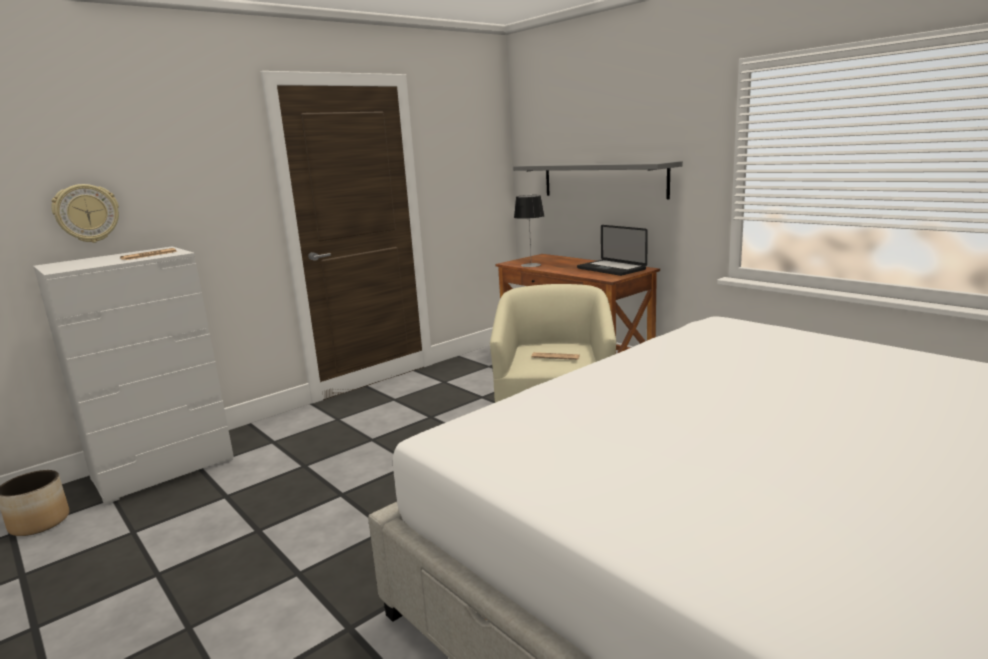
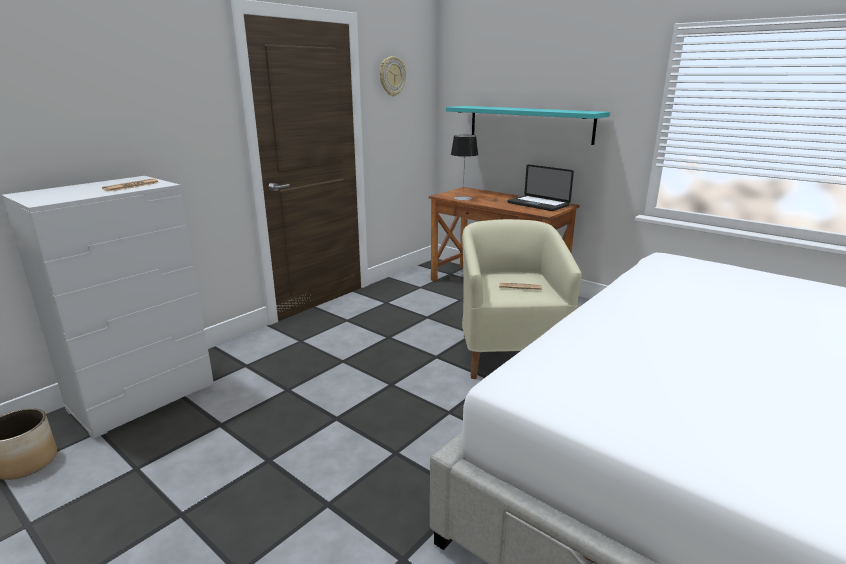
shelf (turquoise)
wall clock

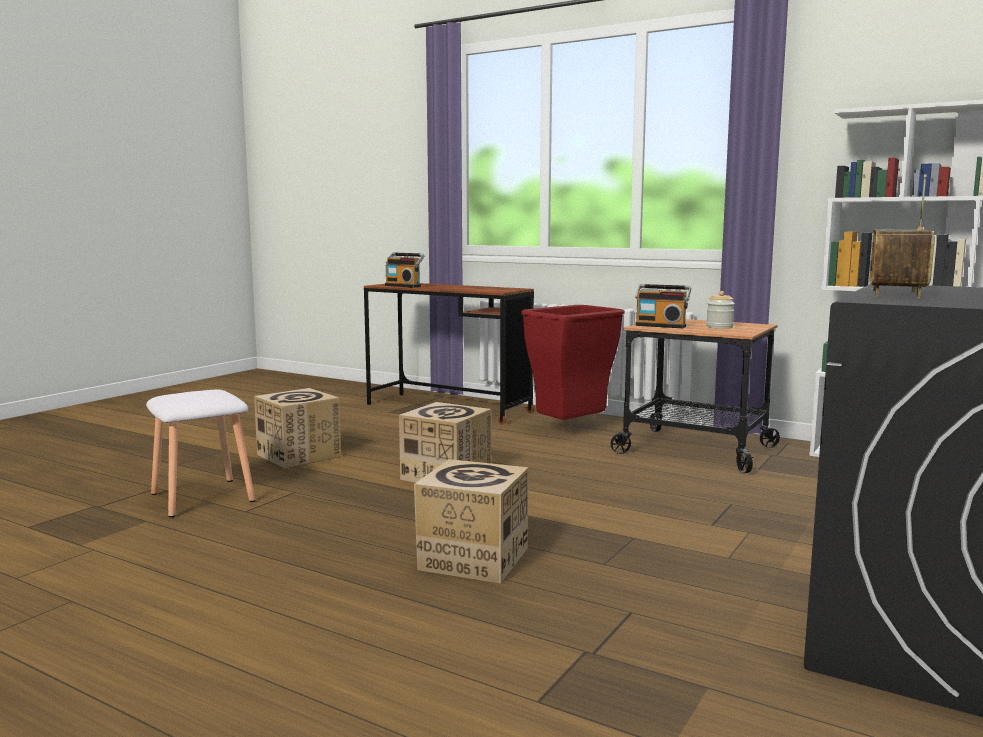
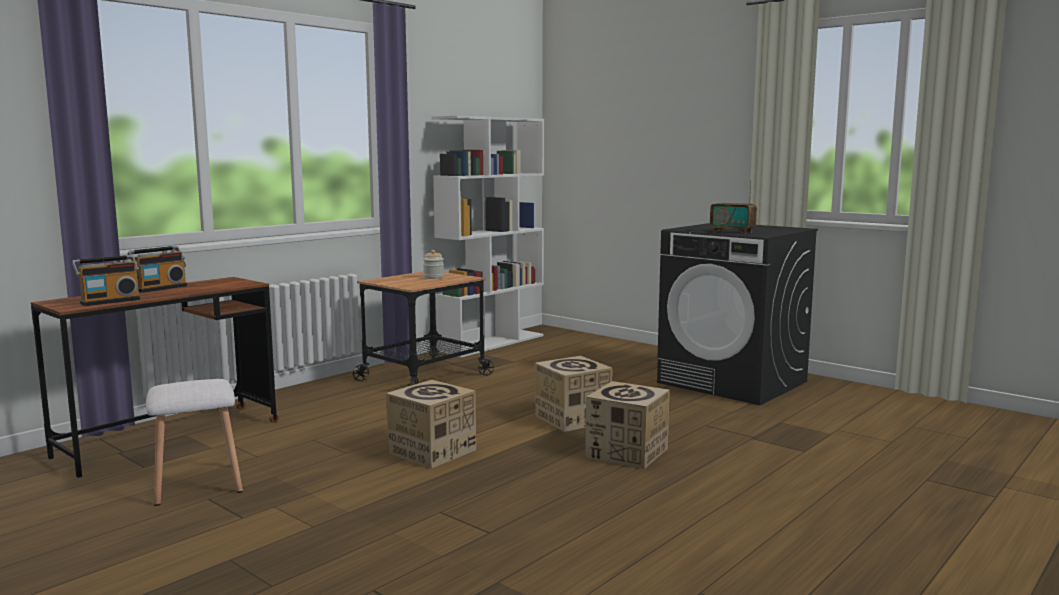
radio (2nd from left)
trash can (red)
cardboard box (2nd from left)
stool (white)

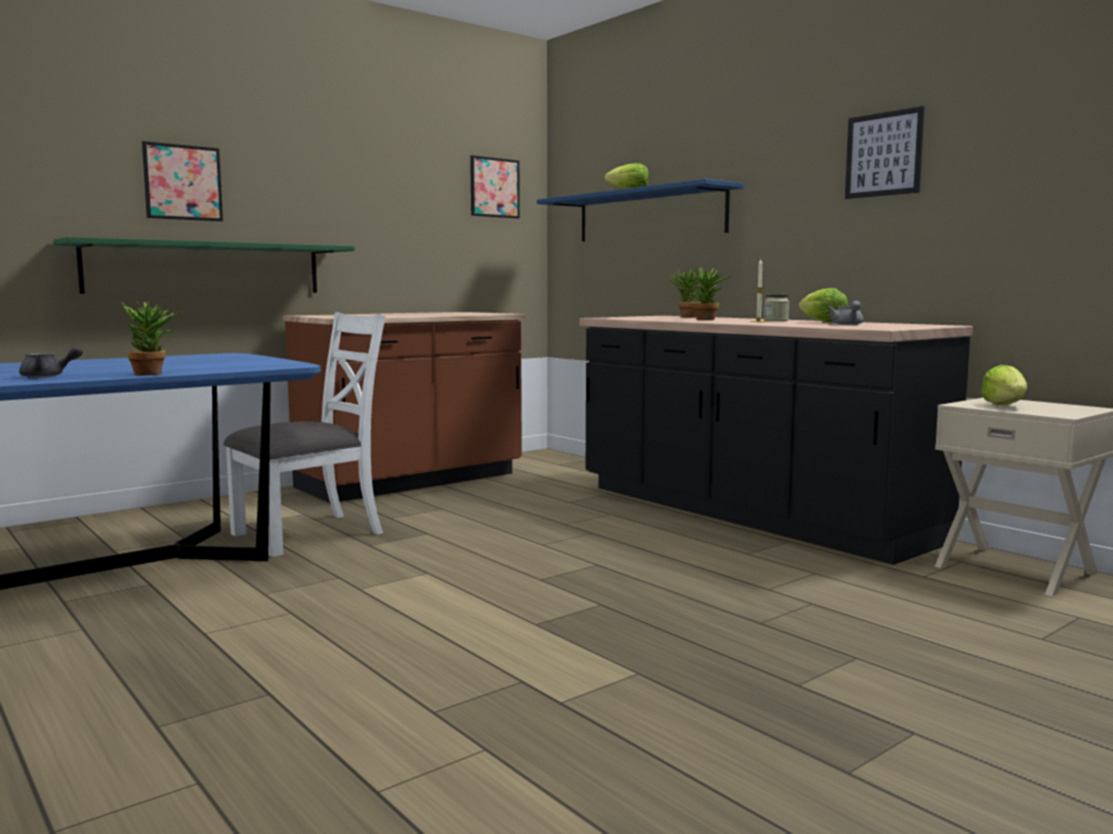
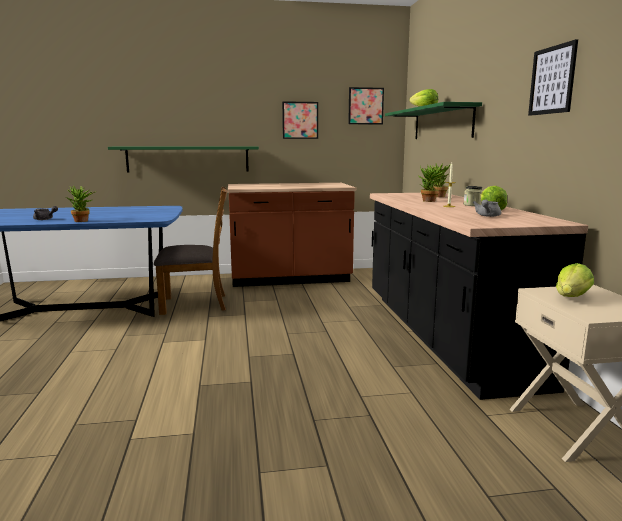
picture (1st from left)
shelf (green) (2nd from left)
chair (brown)

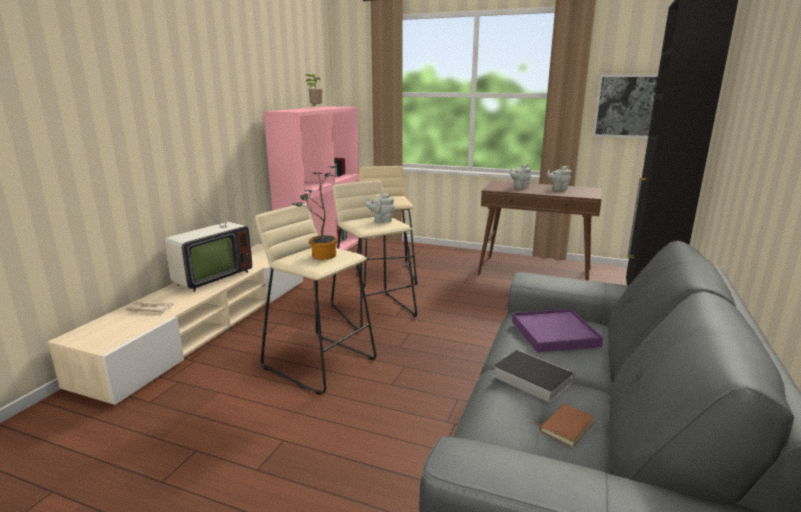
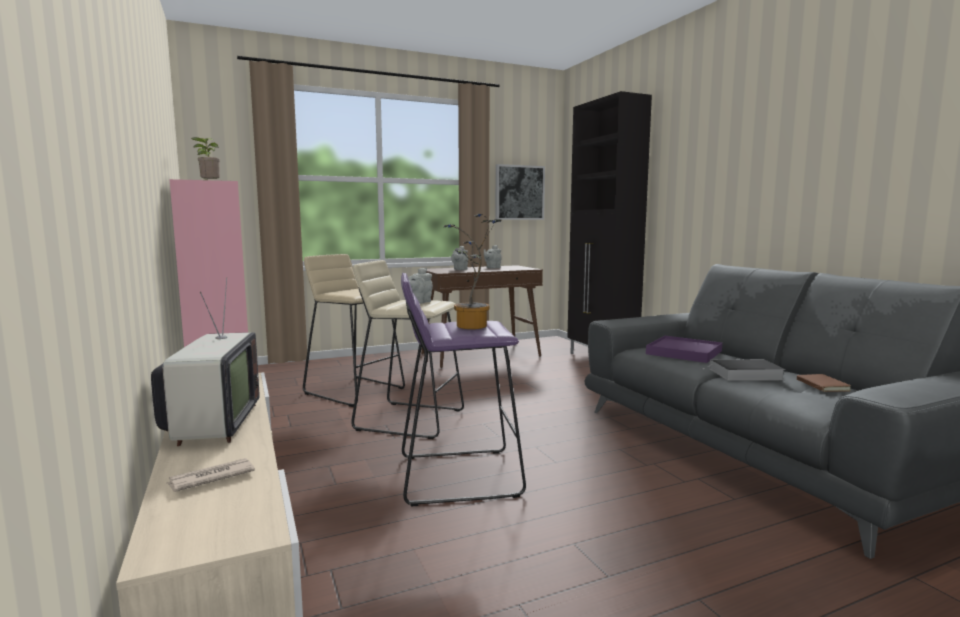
stool (purple)

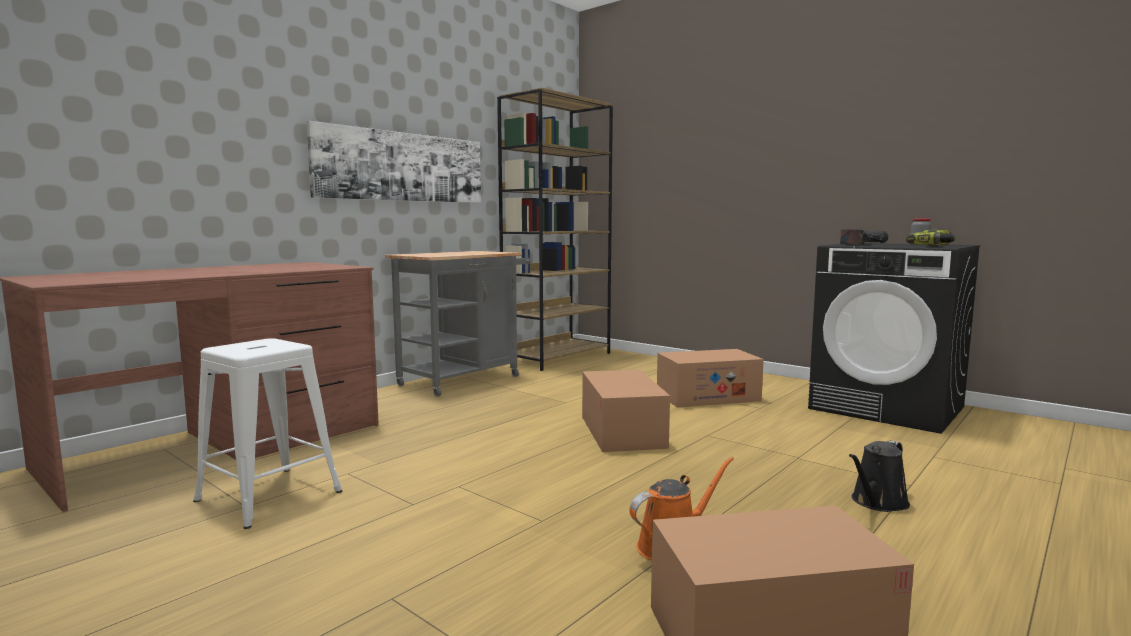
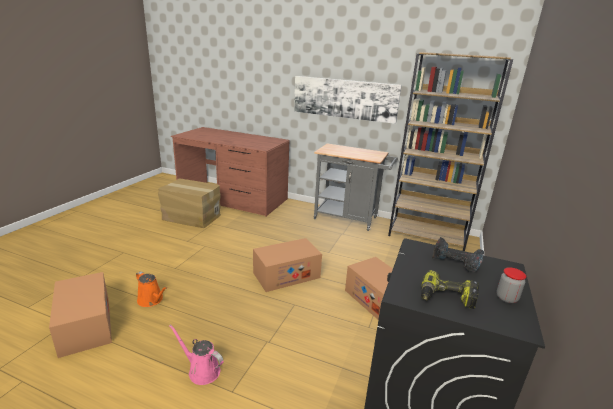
cardboard box (2nd from left)
watering can (pink)

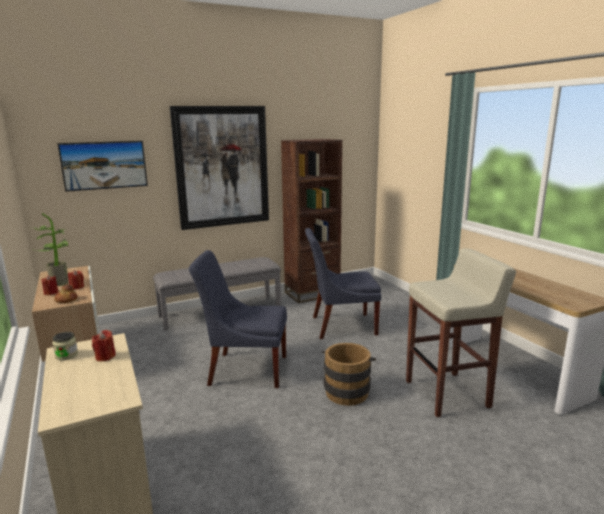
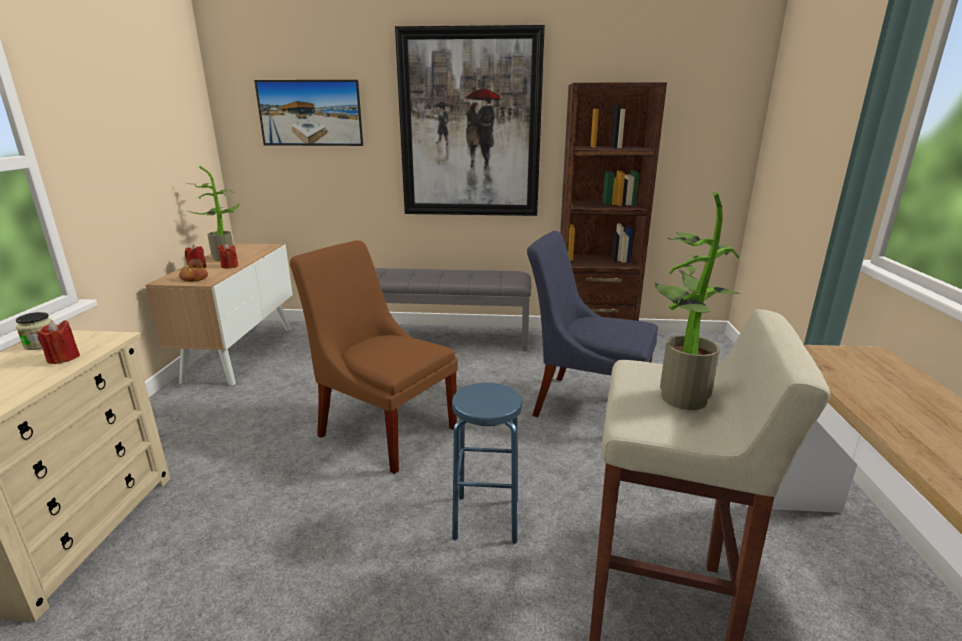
chair (brown)
stool (blue)
potted plant (2nd from left)

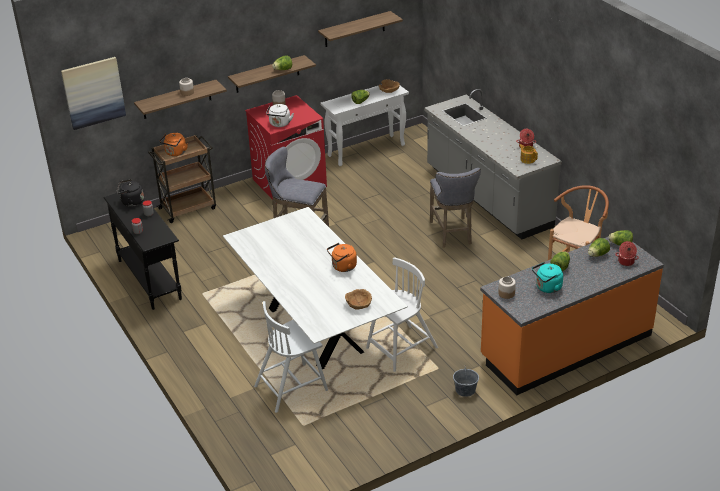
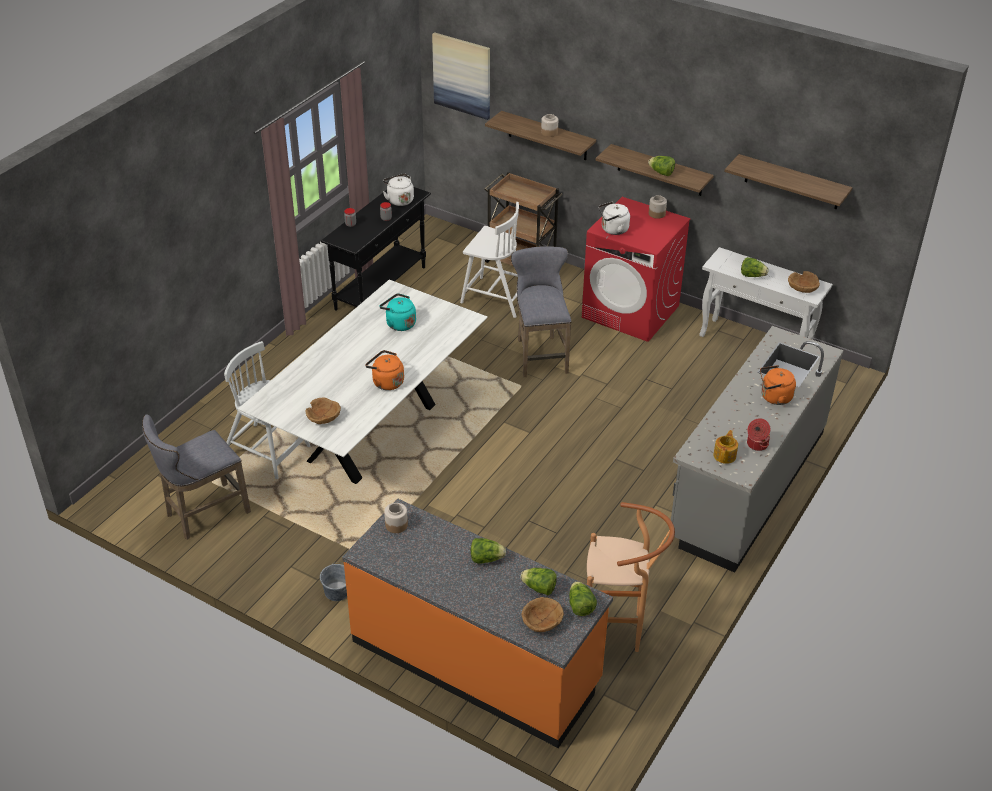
kettle (orange) (2nd from left)
stool (grey) (1st from left)
kettle (white) (1st from left)
bowl (brown) (2nd from left)
chair (white) (2nd from left)
kettle (turquoise)

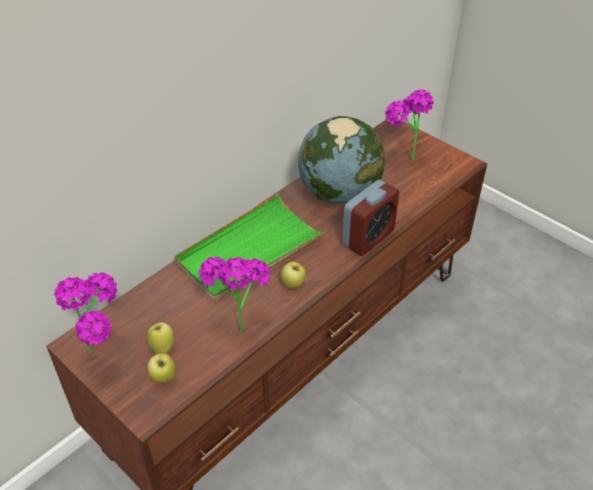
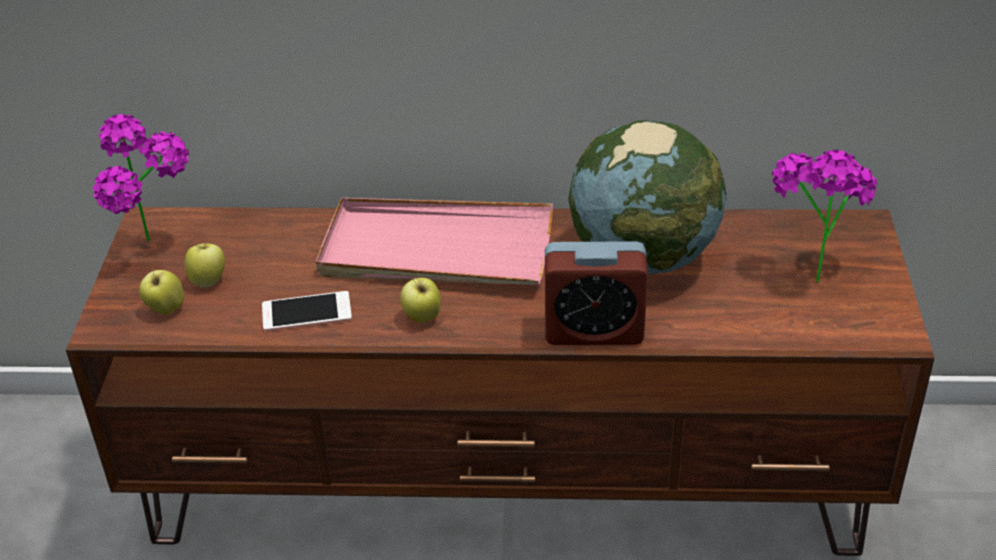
tray (pink)
phone

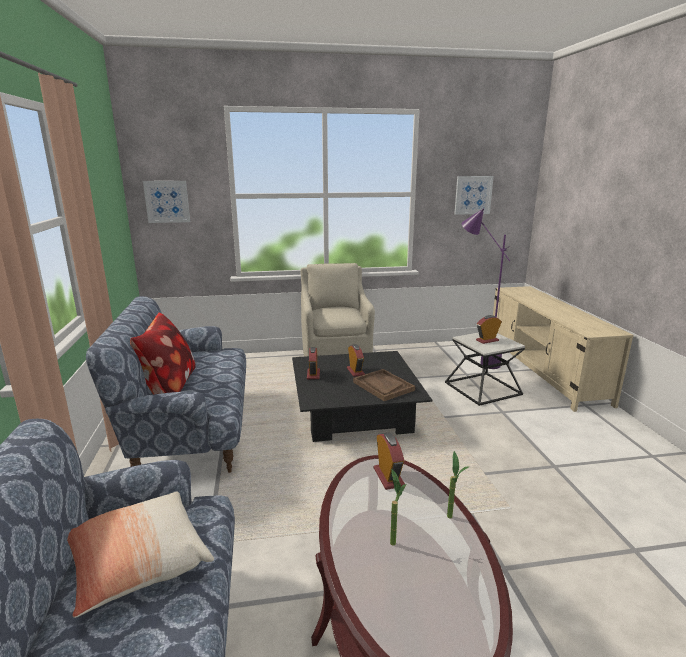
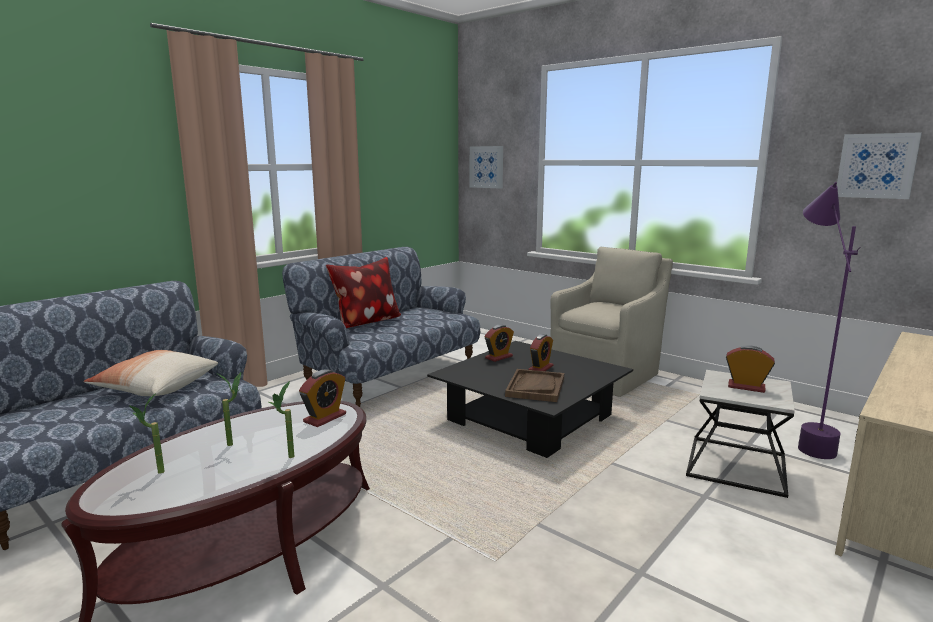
potted plant (1st from left)

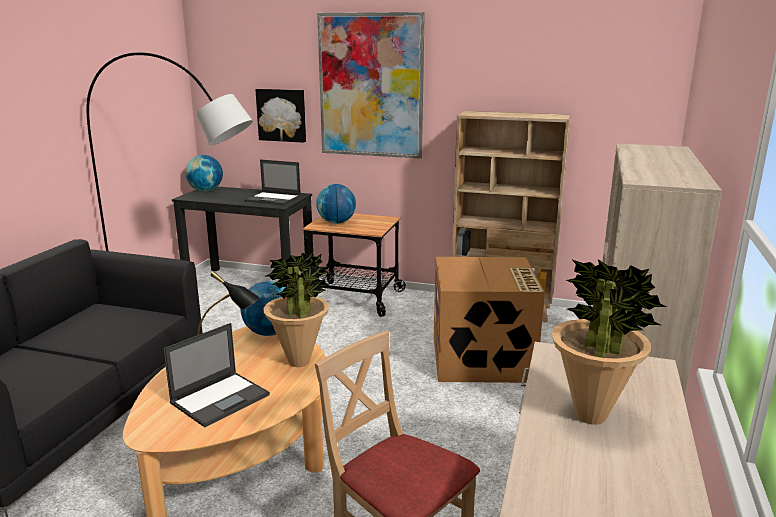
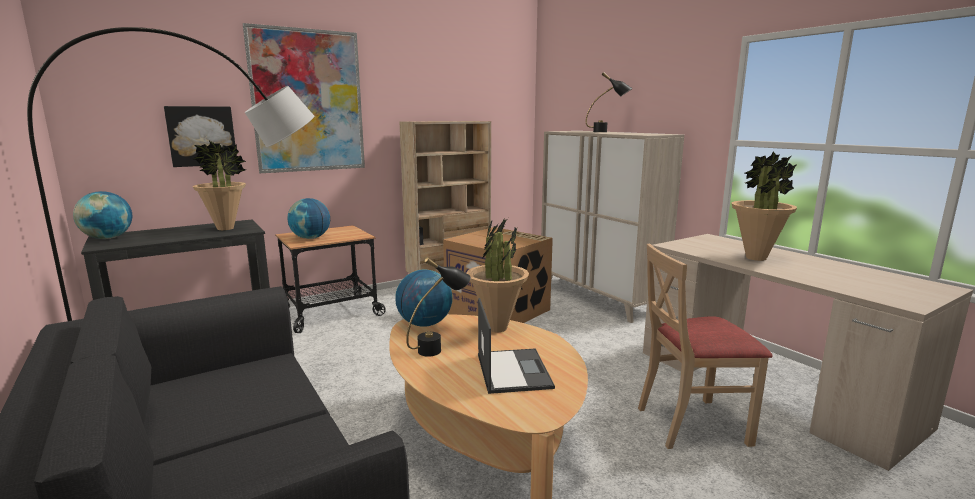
potted plant (1st from left)
table lamp (black) (2nd from left)

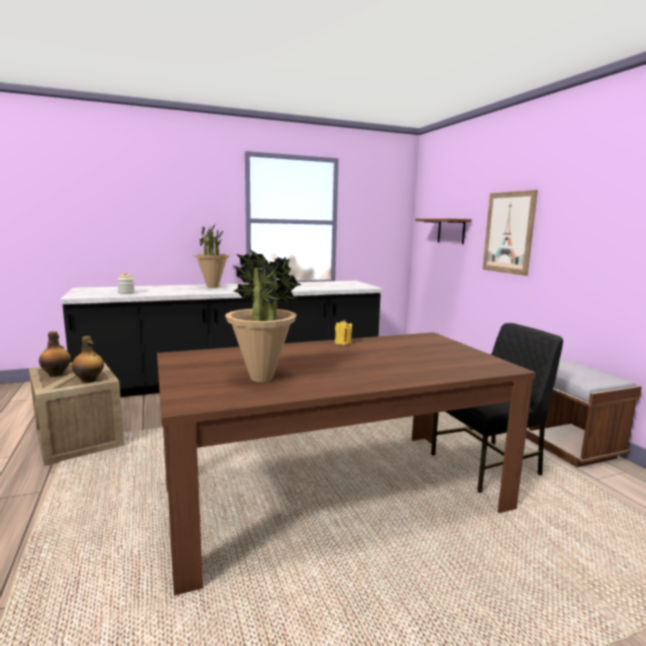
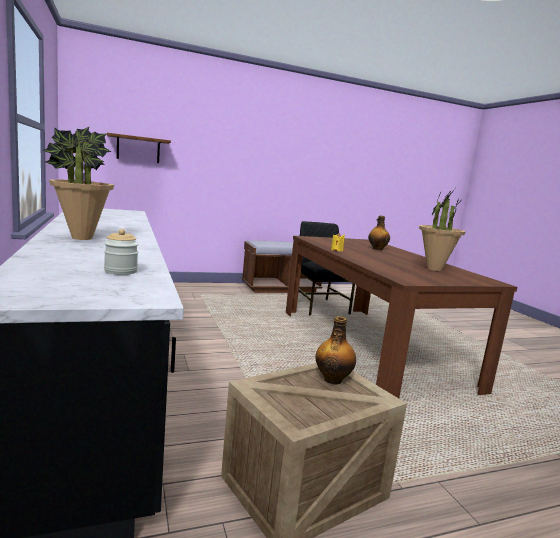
picture
bottle (2nd from left)

